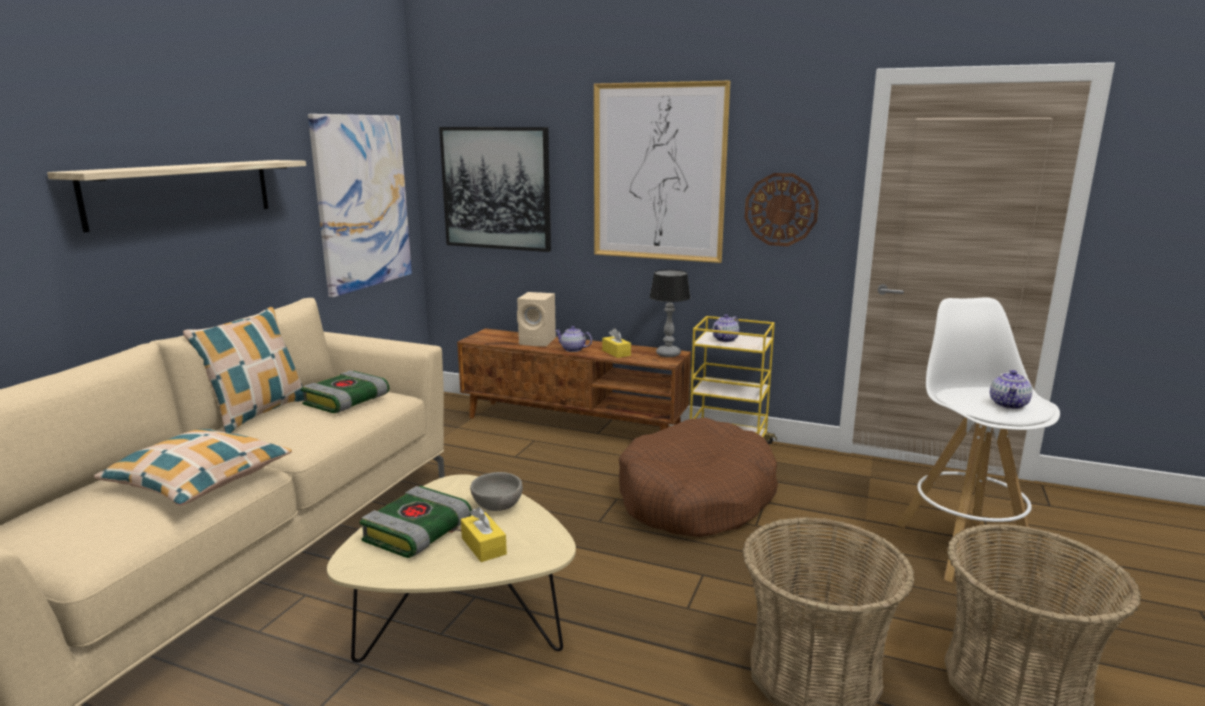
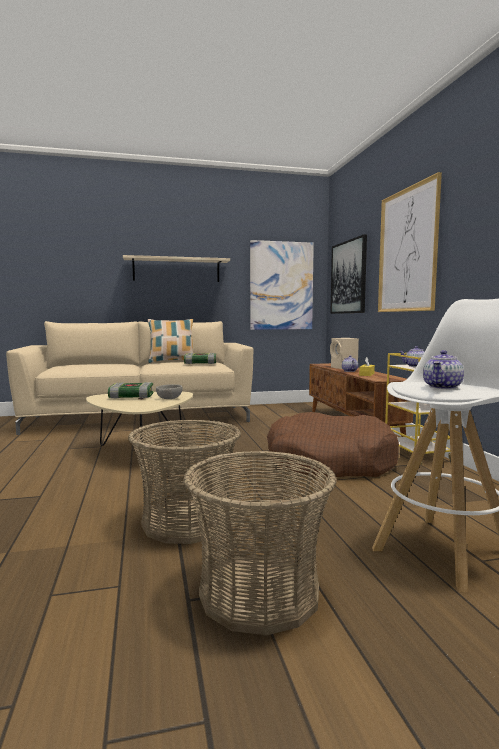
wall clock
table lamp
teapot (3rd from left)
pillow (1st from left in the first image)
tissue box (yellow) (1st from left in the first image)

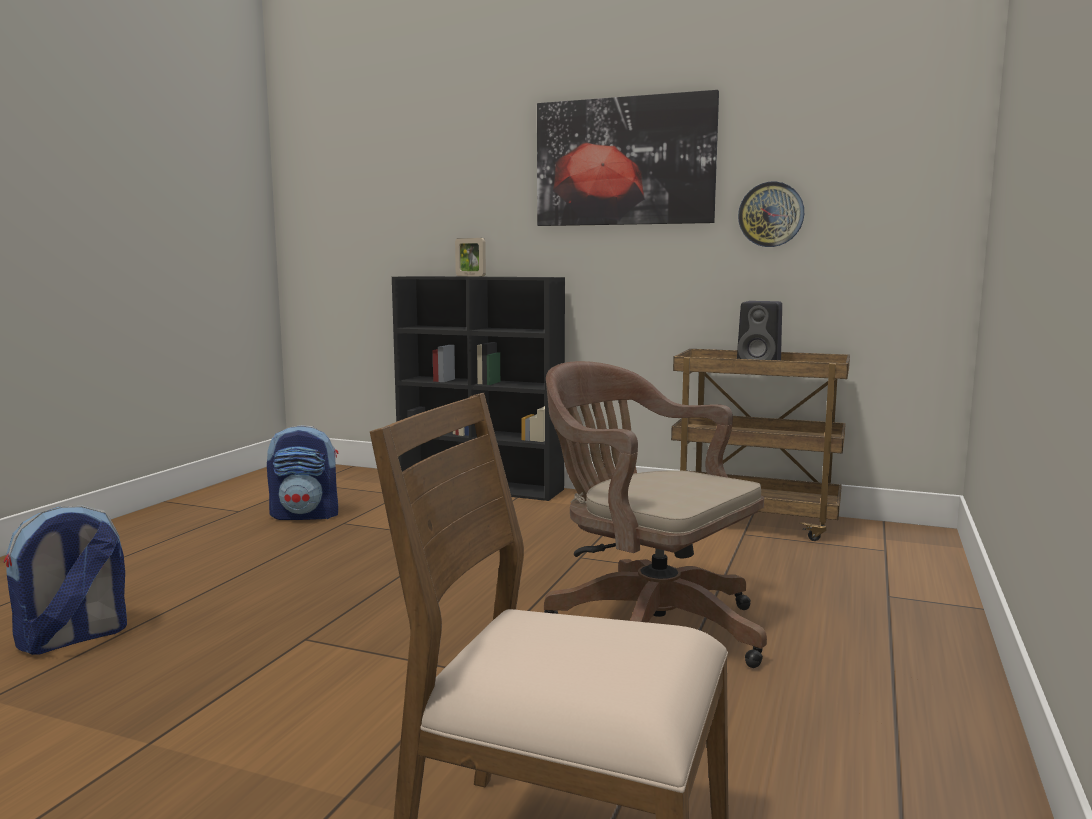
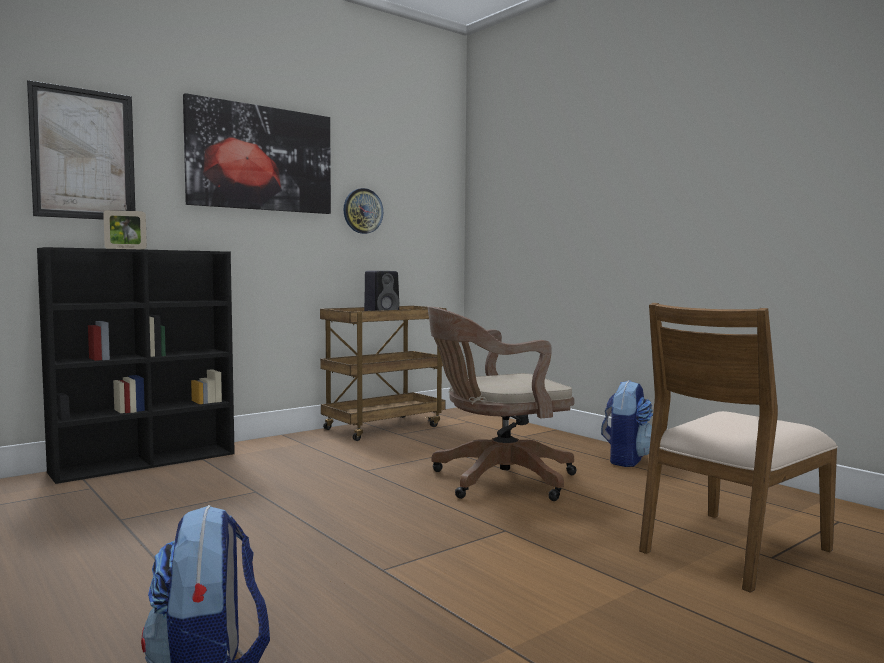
backpack (2nd from left)
picture (1st from left)

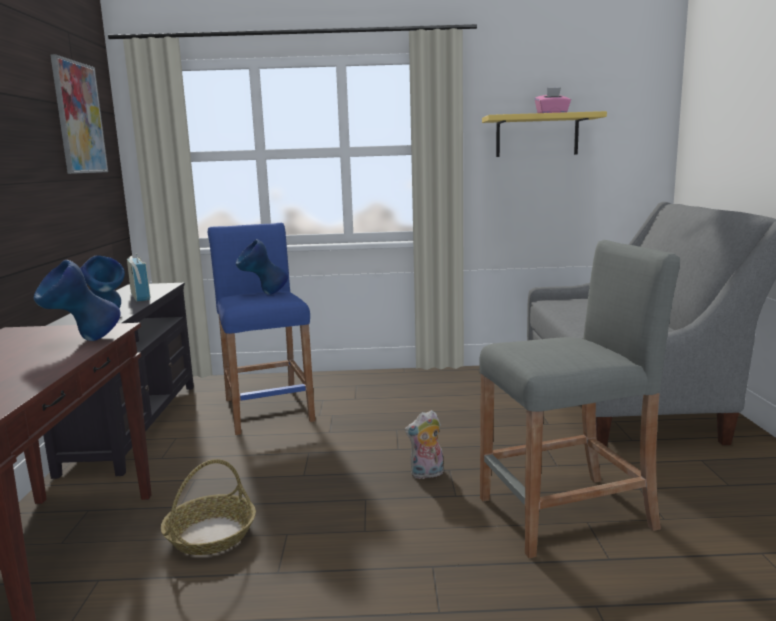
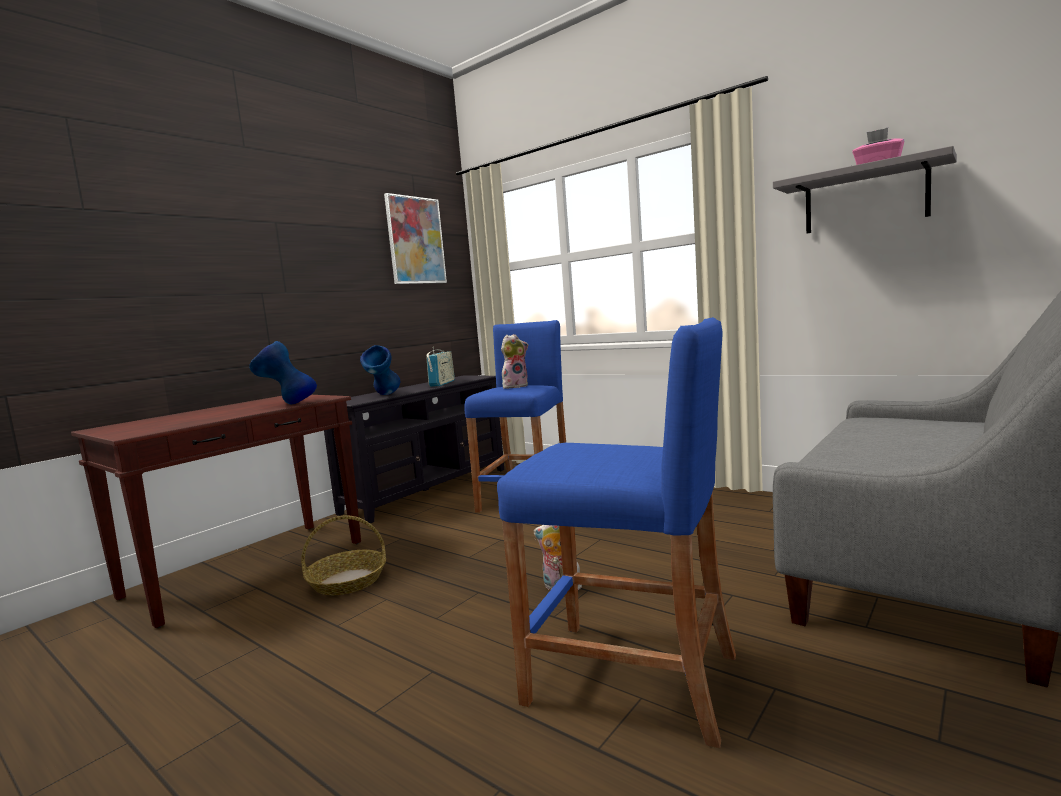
shelf (grey)
plush toy (1st from left)
stool (blue) (2nd from left)

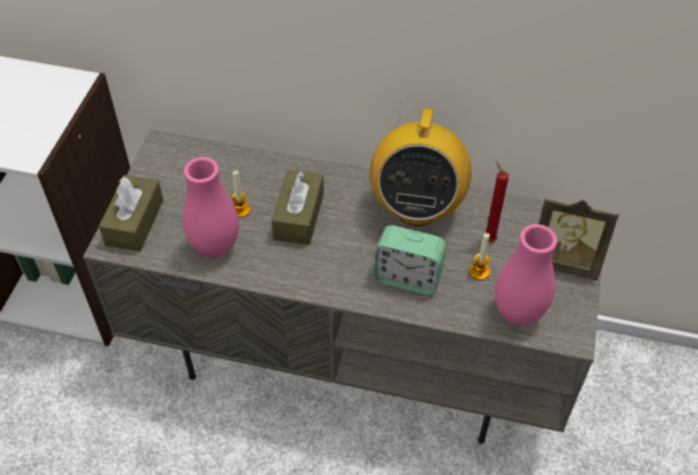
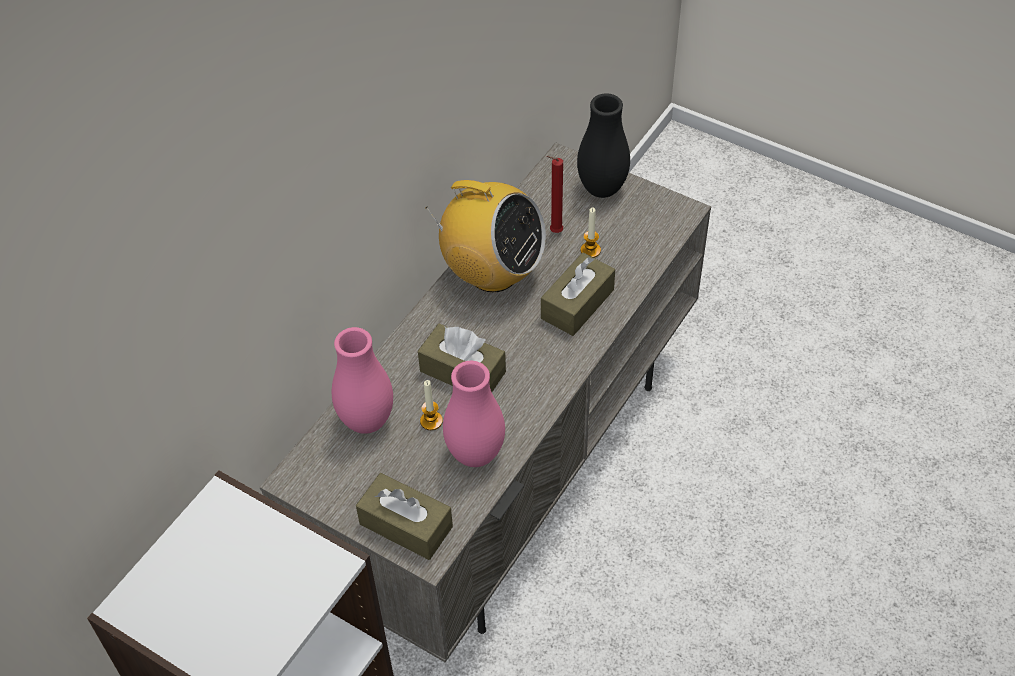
vase (black)
vase (pink) (1st from left)
tissue box (brown) (3rd from left)

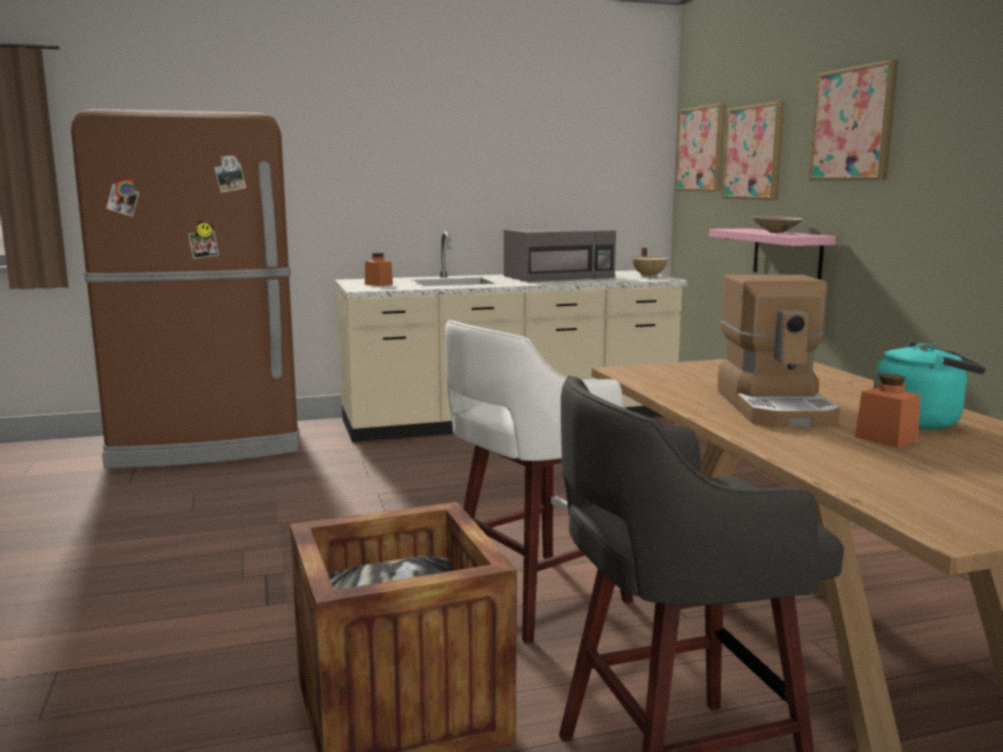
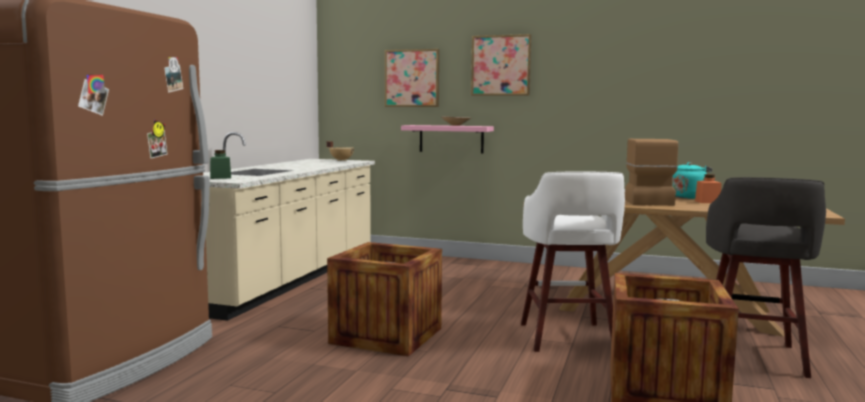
picture (1st from left in the first image)
microwave (grey)
jar (green)
coffee machine
crate (1st from left)

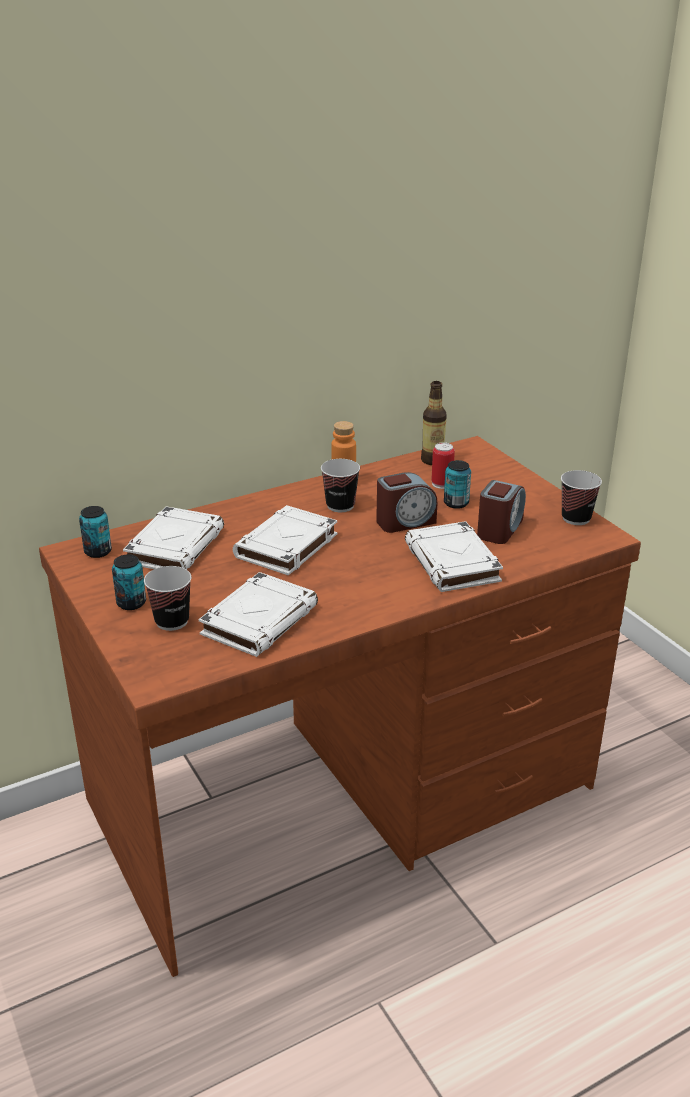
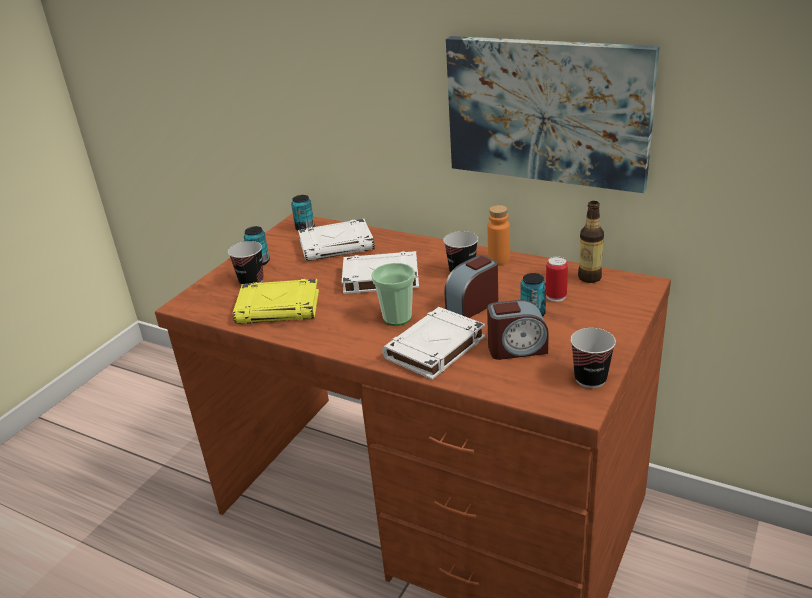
alarm clock (1st from left)
book (yellow)
picture
cup (2nd from left)

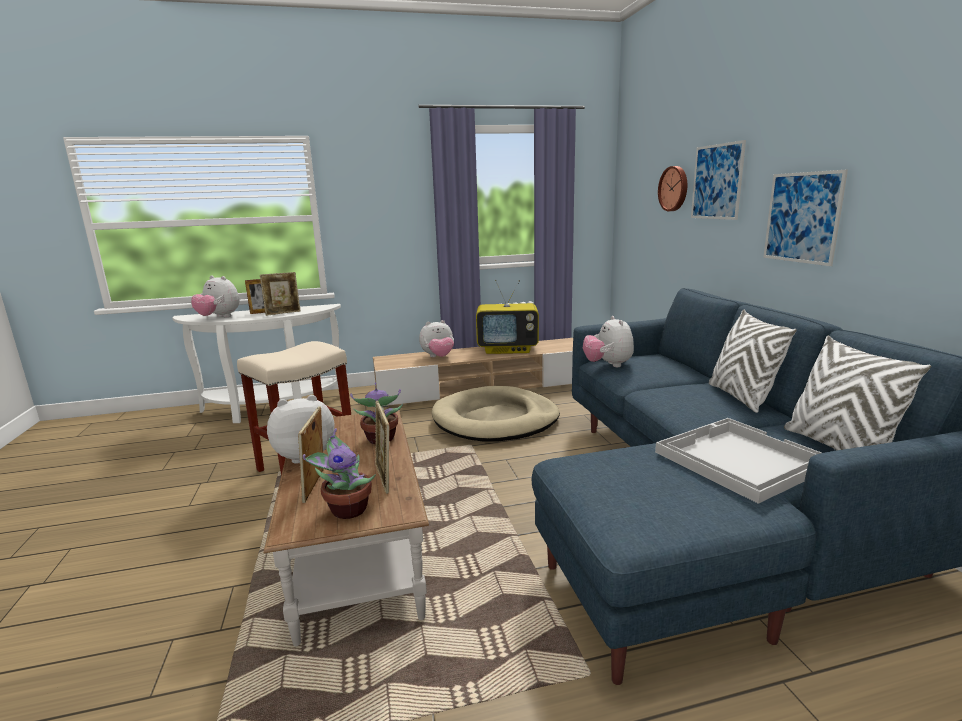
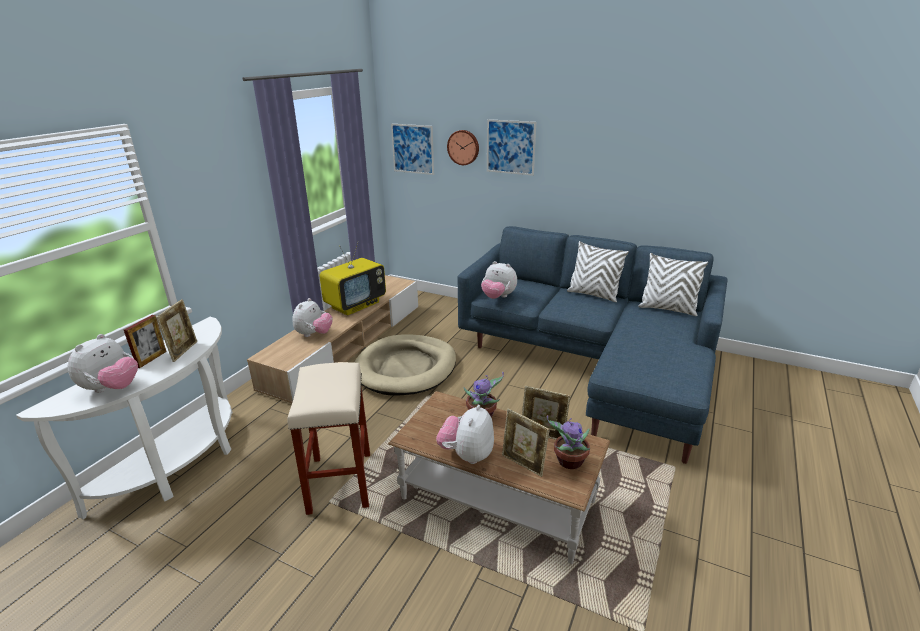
picture (1st from left)
plush toy (1st from left)
tray (white)

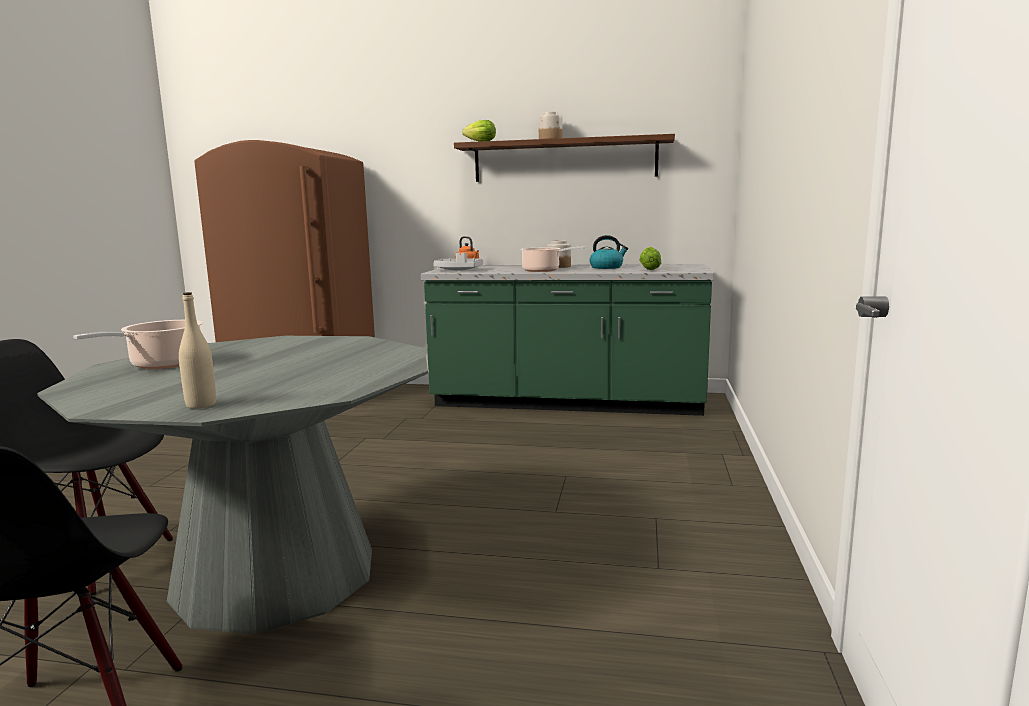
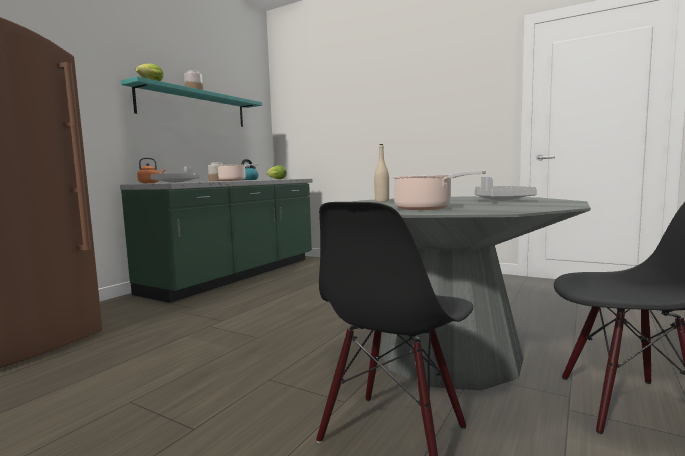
shelf (turquoise)
bottle (beige)
tray (grey) (2nd from left)

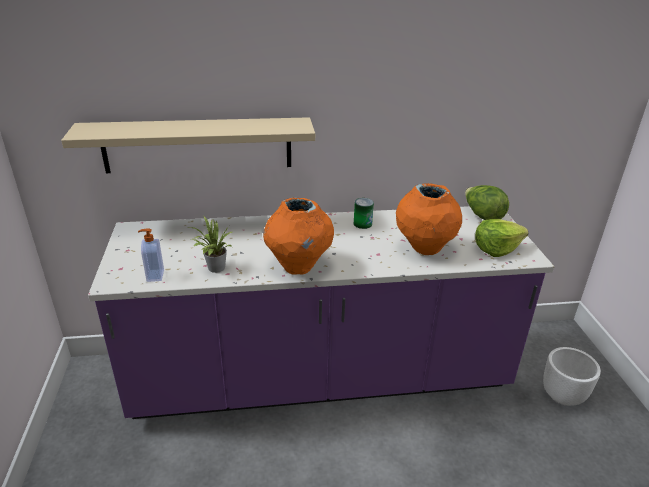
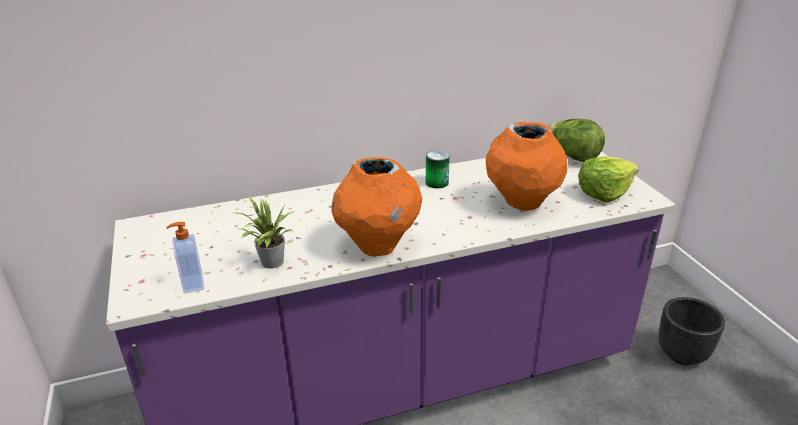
shelf (beige)
planter (black)

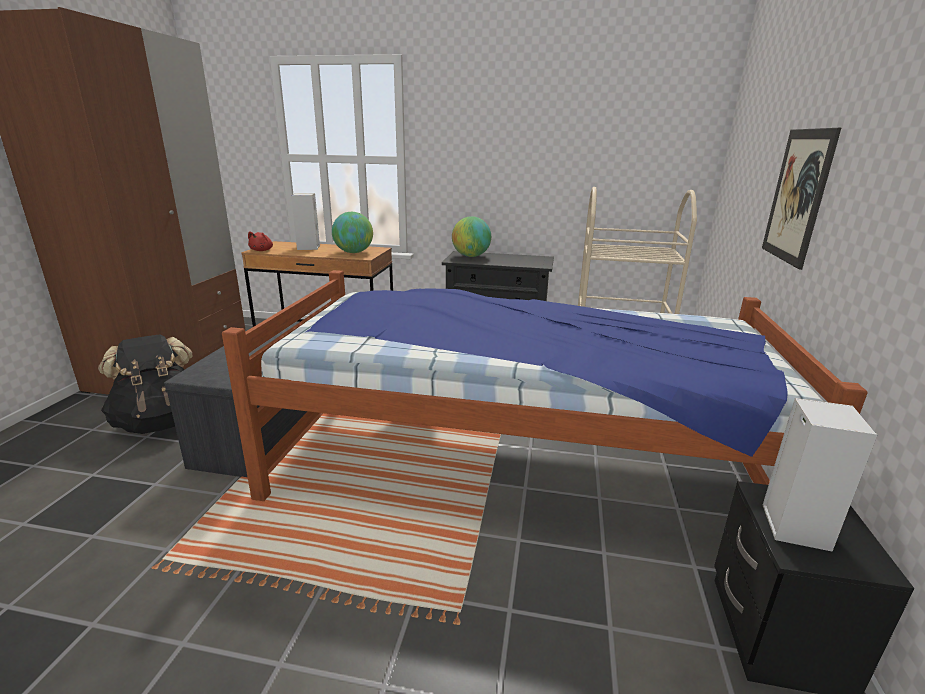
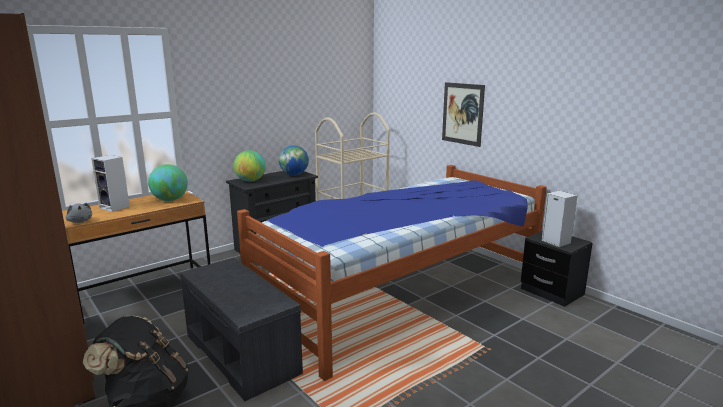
plush toy (grey)
globe (3rd from left)

